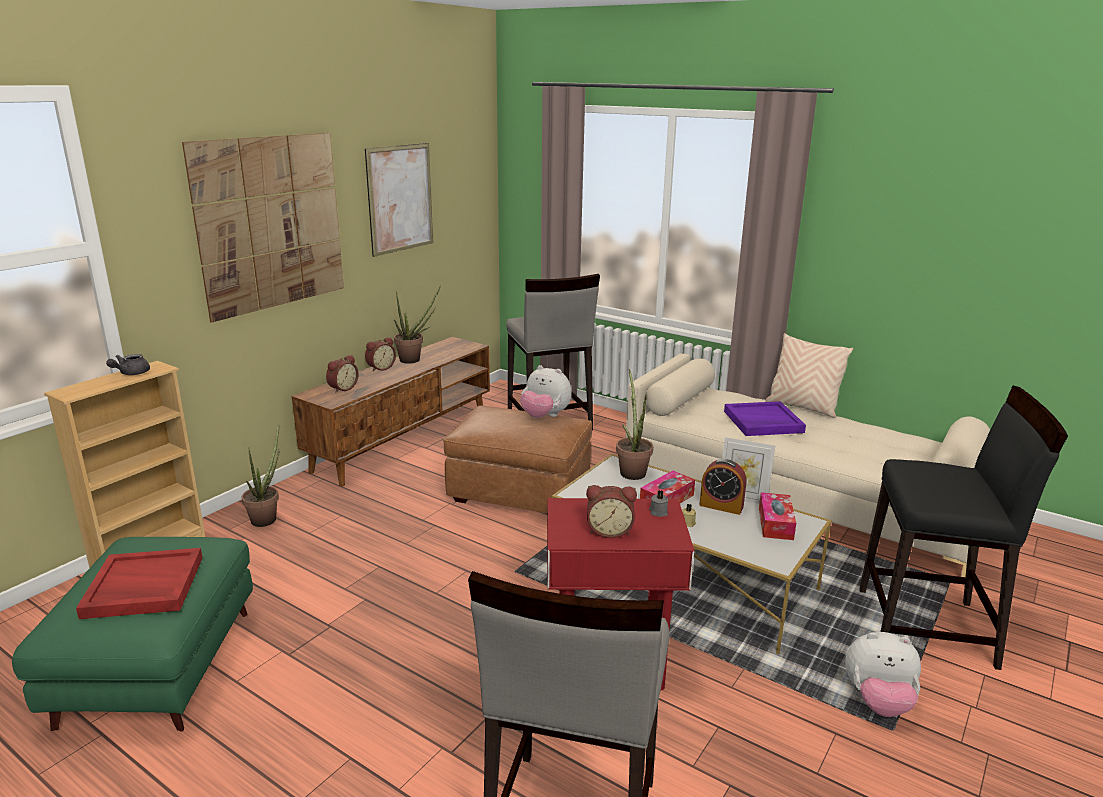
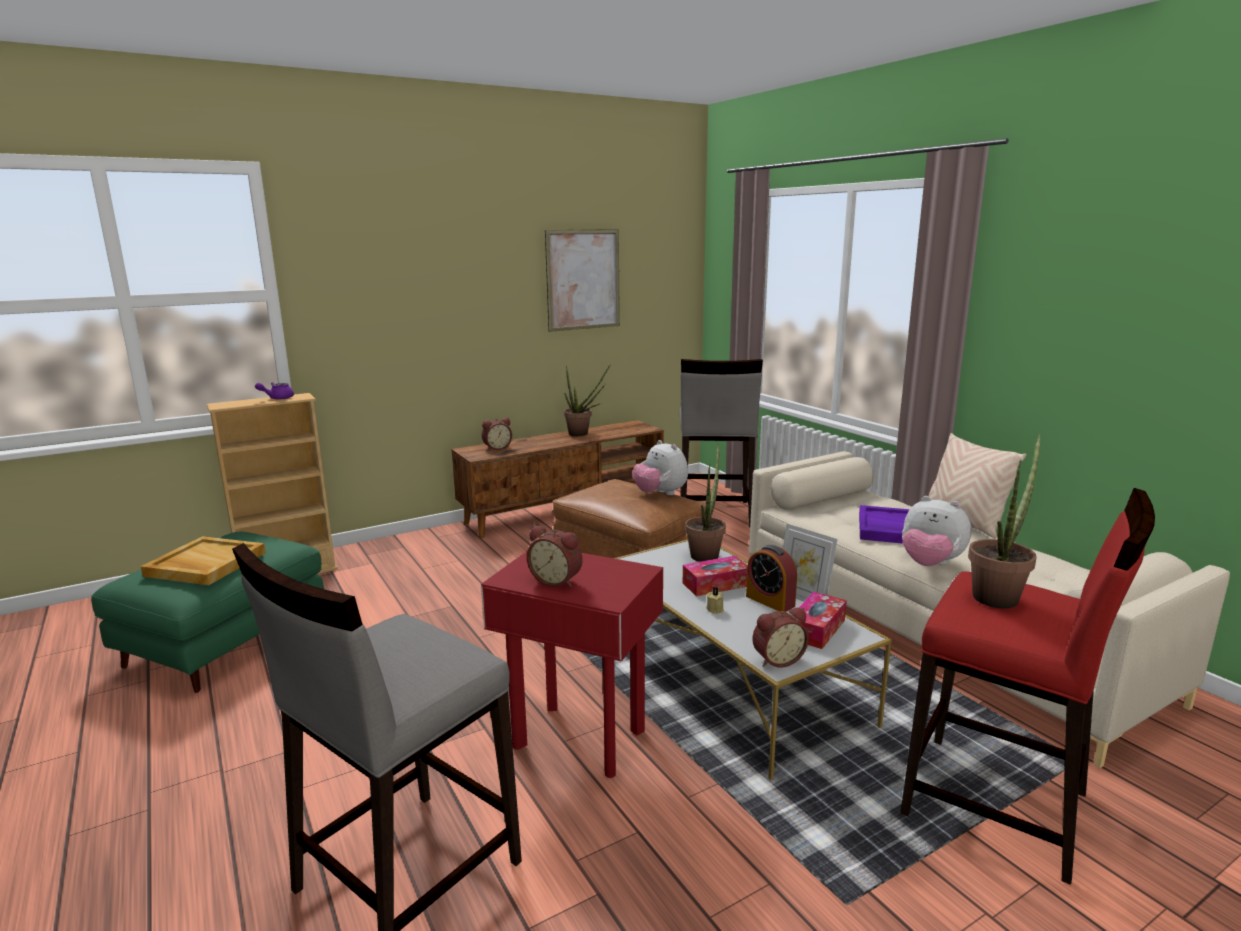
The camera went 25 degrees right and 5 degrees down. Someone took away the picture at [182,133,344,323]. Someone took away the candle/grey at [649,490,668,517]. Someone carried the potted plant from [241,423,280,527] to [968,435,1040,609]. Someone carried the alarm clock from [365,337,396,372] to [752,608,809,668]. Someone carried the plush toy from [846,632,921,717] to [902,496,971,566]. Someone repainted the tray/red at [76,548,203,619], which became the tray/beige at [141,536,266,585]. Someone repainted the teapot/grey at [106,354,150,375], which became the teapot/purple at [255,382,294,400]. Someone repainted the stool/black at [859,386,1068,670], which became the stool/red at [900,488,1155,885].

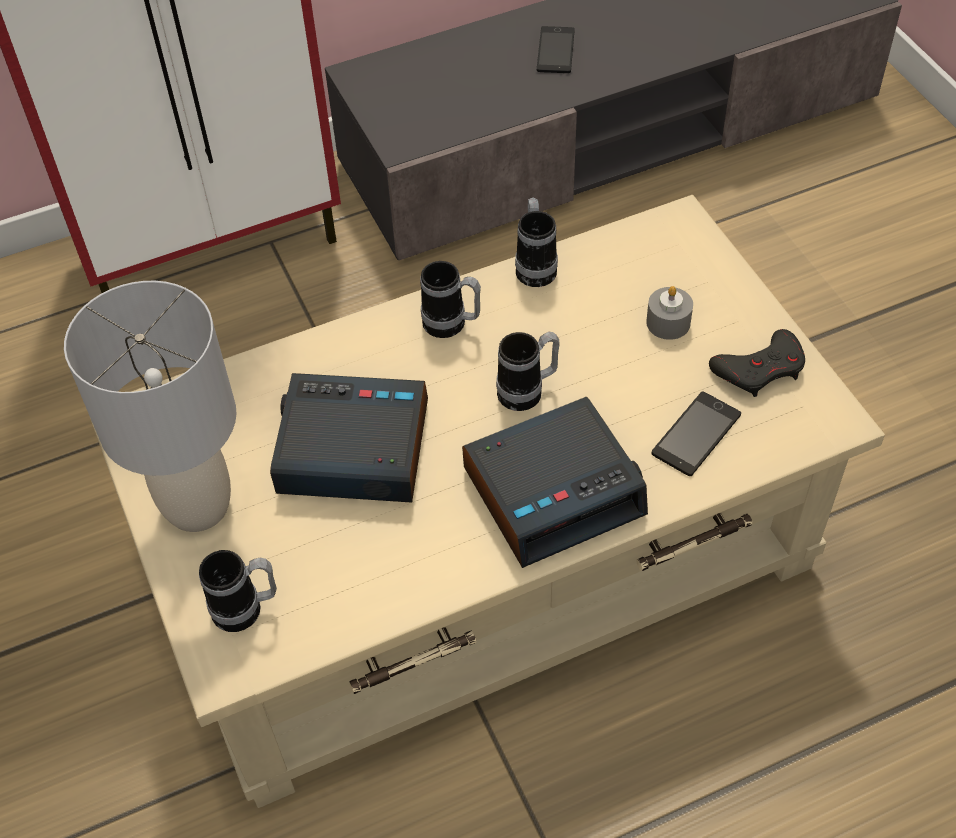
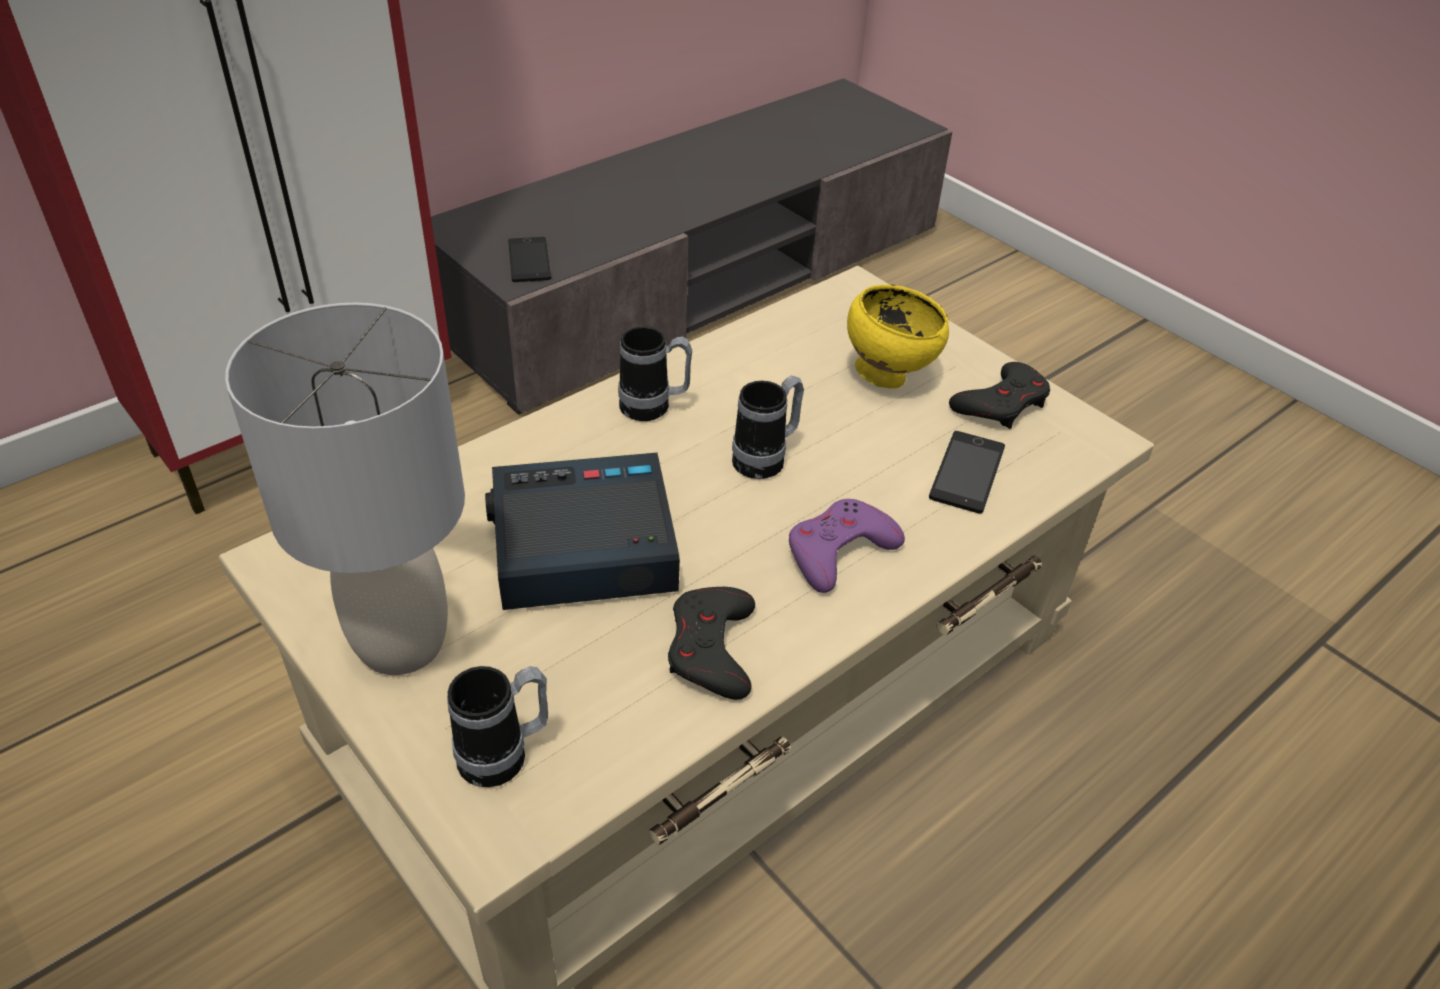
The camera went 20 degrees left and 10 degrees down. Someone took away the mug at [515,198,558,287]. Someone put down the game controller/black at [668,587,755,700]. Someone carried the phone from [537,26,575,73] to [508,237,551,282]. Someone swapped the alarm clock at [462,396,648,568] for the game controller/purple at [789,499,905,593]. Someone swapped the candle/grey at [646,286,693,340] for the bowl/yellow at [847,284,949,389].

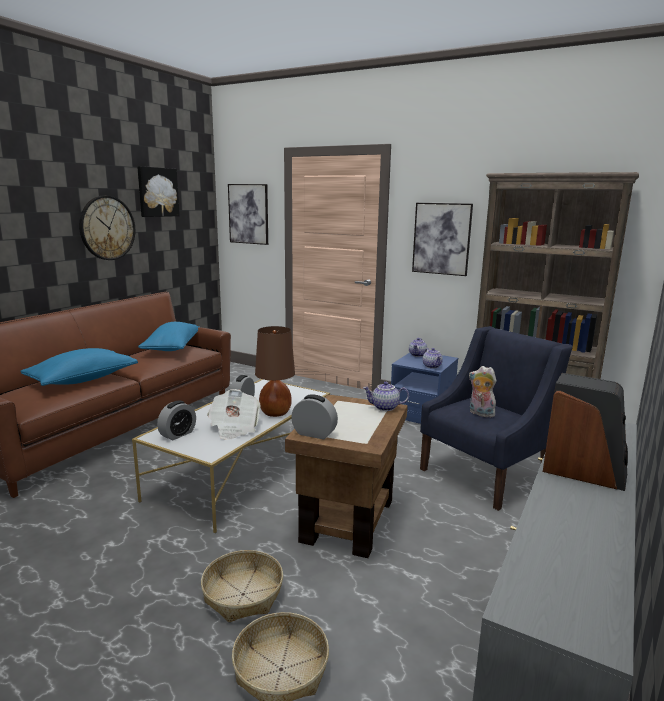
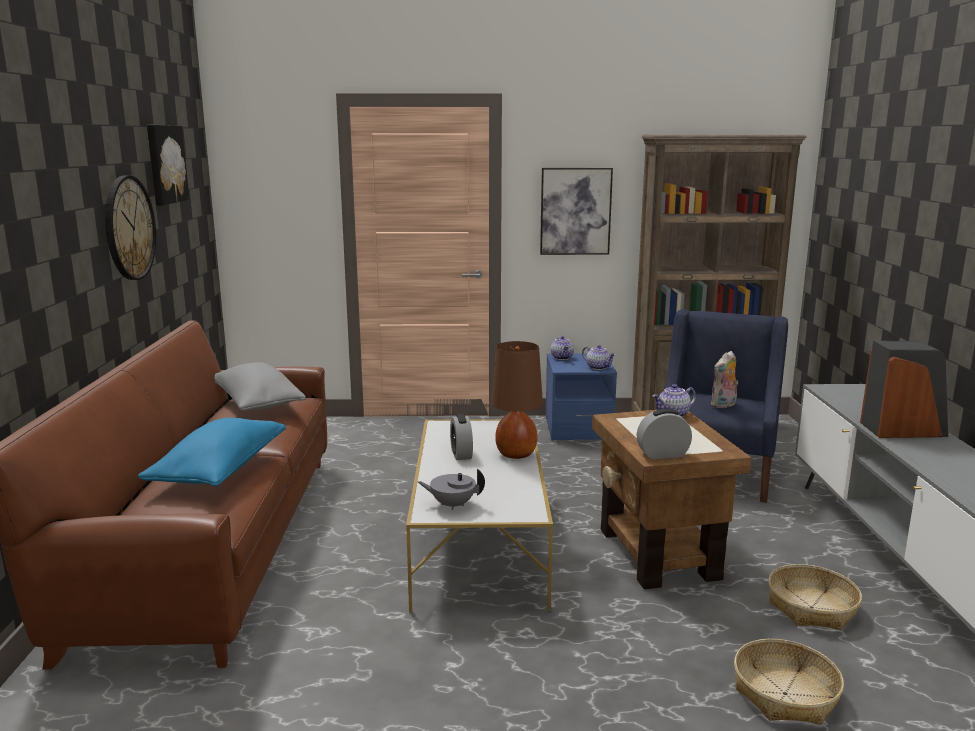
The camera went 30 degrees left and 0 degrees up. Someone took away the newspaper at [207,389,261,440]. Someone took away the picture at [228,184,268,245]. Someone carried the basket from [201,550,283,622] to [768,564,862,630]. Someone swapped the alarm clock at [157,401,196,440] for the teapot/grey at [418,469,485,510]. Someone repainted the pillow/blue at [138,322,199,351], which became the pillow/grey at [215,362,306,411]. Someone rotated the plush toy at [469,366,497,418] by 45 degrees counterclockwise.

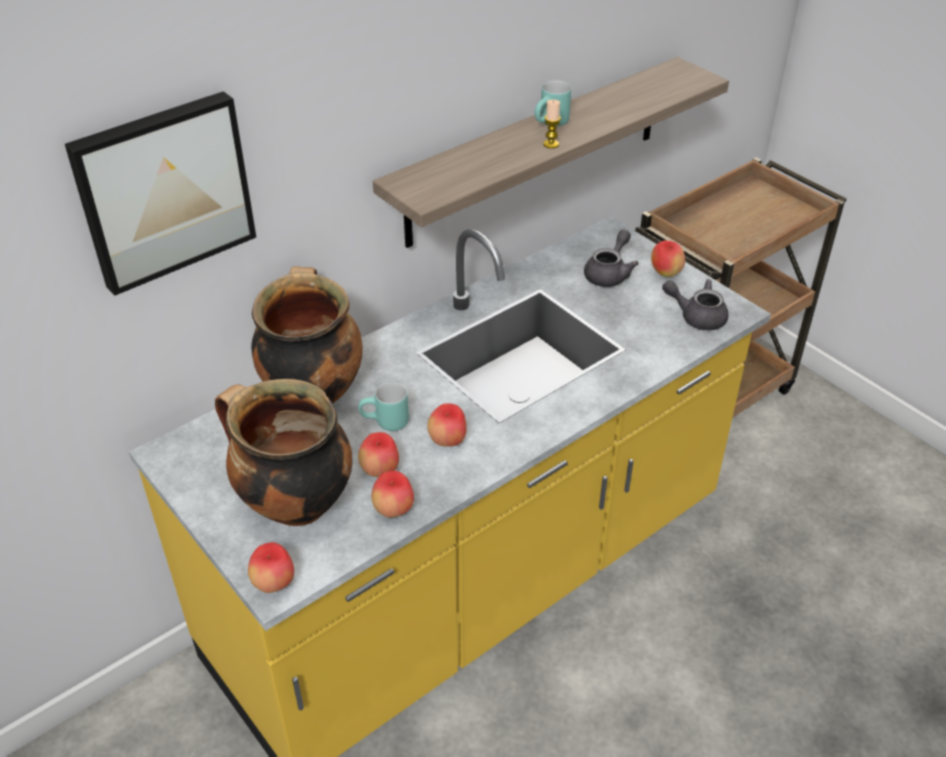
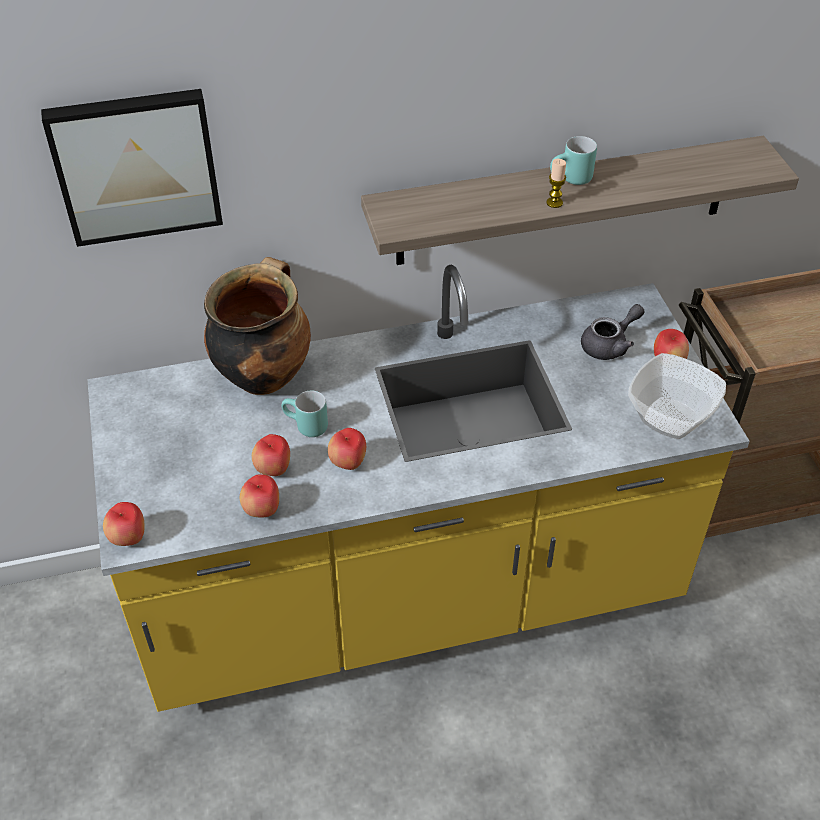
The camera went 25 degrees right and 5 degrees up. Someone took away the cooking pot at [215,379,352,526]. Someone swapped the teapot/grey at [662,279,729,330] for the bowl at [628,353,726,439].

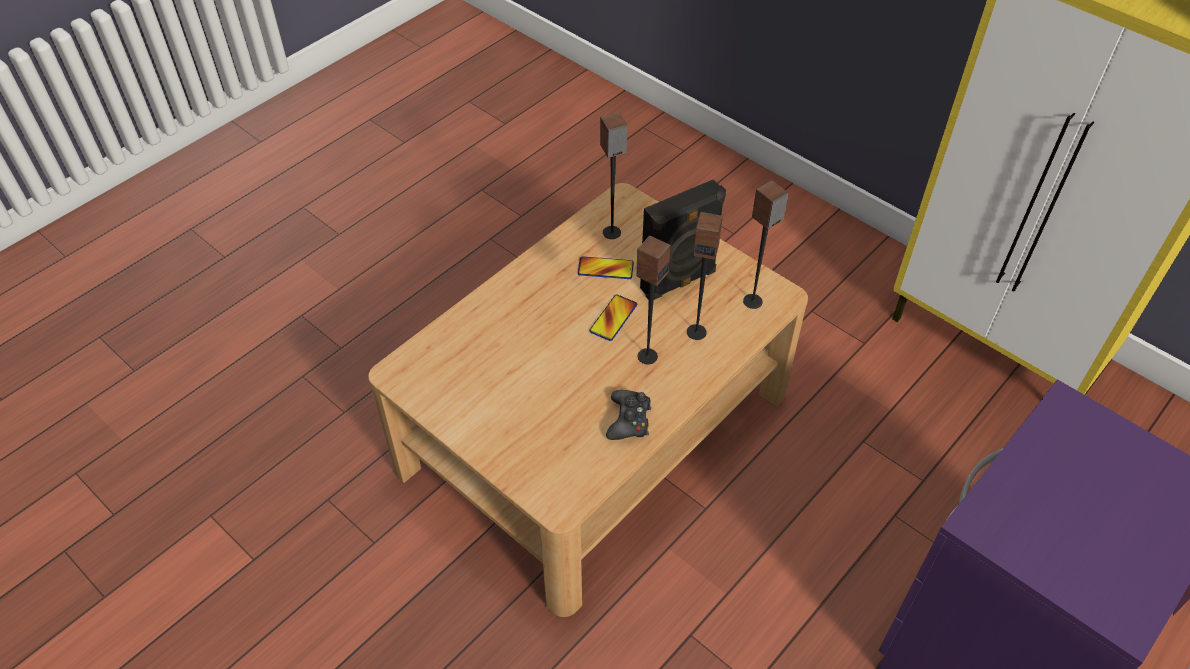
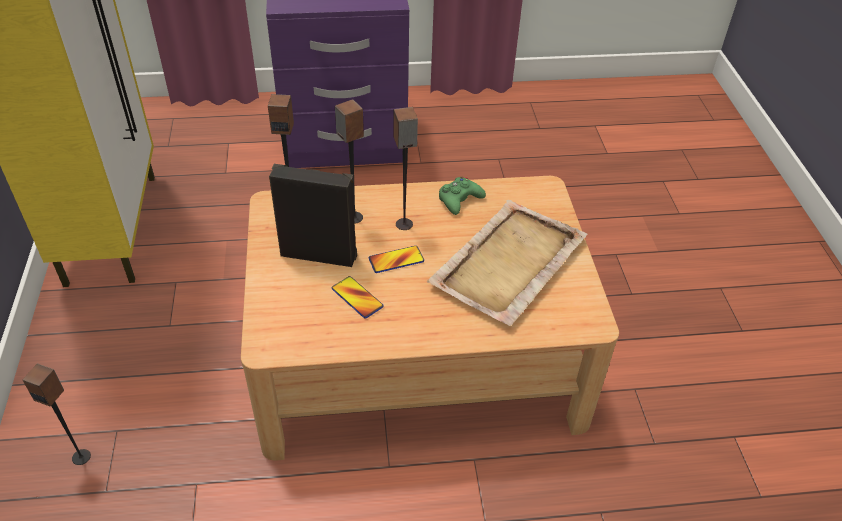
The camera went 140 degrees left and 5 degrees down. Someone put down the tray/beige at [427,200,587,326]. Someone carried the speaker from [600,113,627,239] to [22,363,91,465]. Someone repainted the game controller/black at [606,390,651,440], which became the game controller/green at [439,177,486,215].

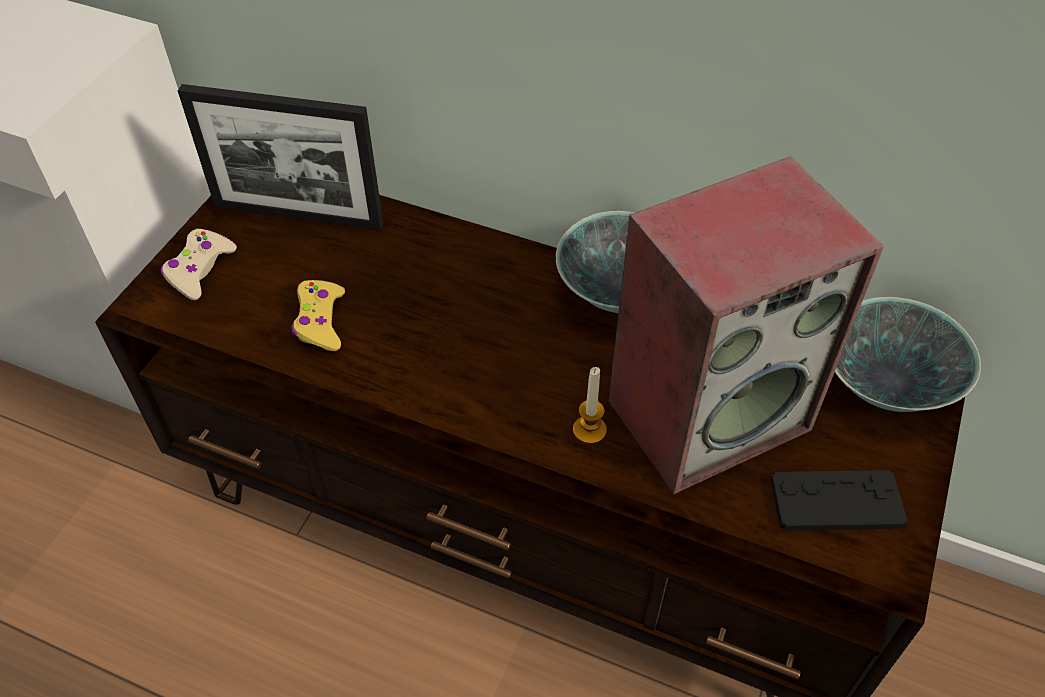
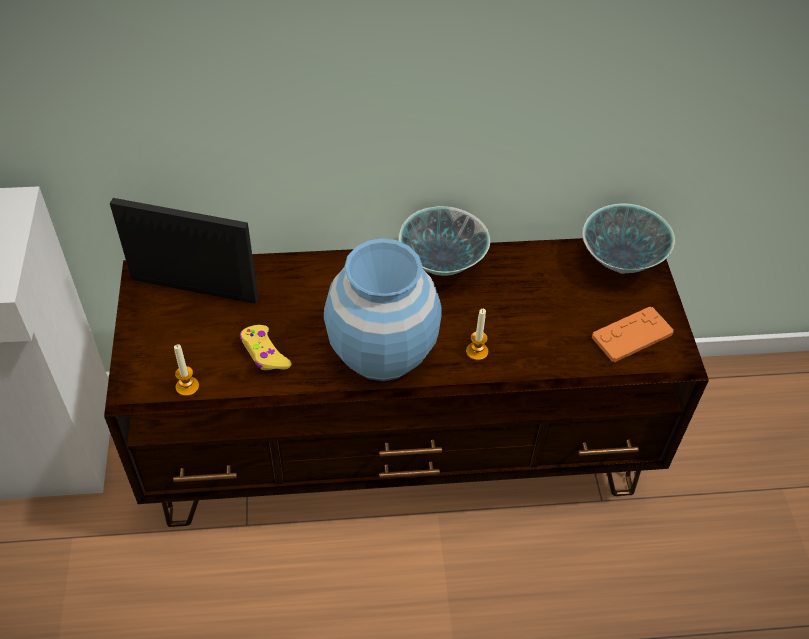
The camera went 30 degrees left and 0 degrees up. Someone took away the game controller/beige at [161,229,237,300]. Someone took away the speaker at [609,156,884,494]. Someone put down the candle at [174,344,199,396]. Someone put down the vase/blue at [324,238,442,381]. Someone repainted the game controller/black at [770,470,908,530], which became the game controller/orange at [592,307,674,362]. Someone rotated the picture frame at [178,84,383,230] by 150 degrees counterclockwise.

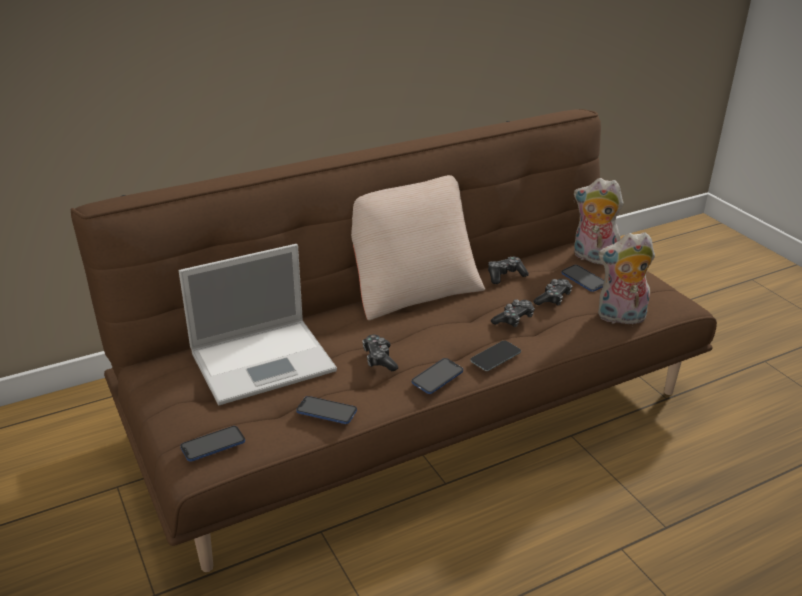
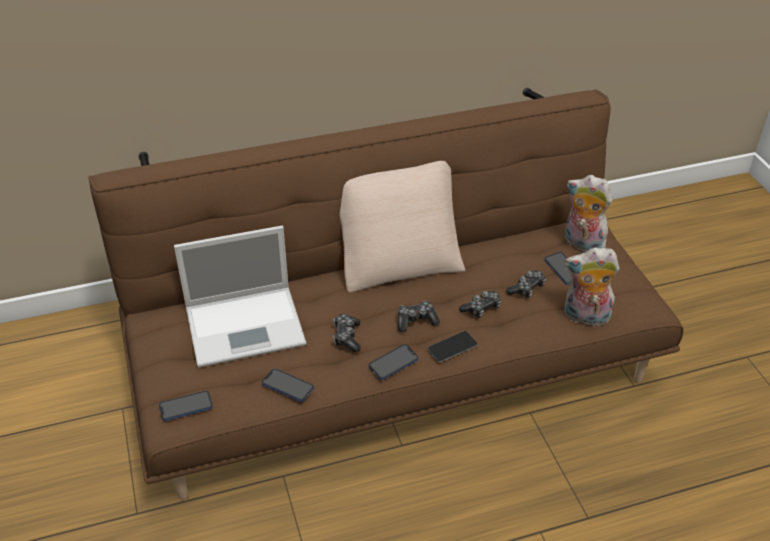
The camera went 10 degrees right and 10 degrees up. Someone carried the game controller from [488,257,529,284] to [398,301,440,332].

